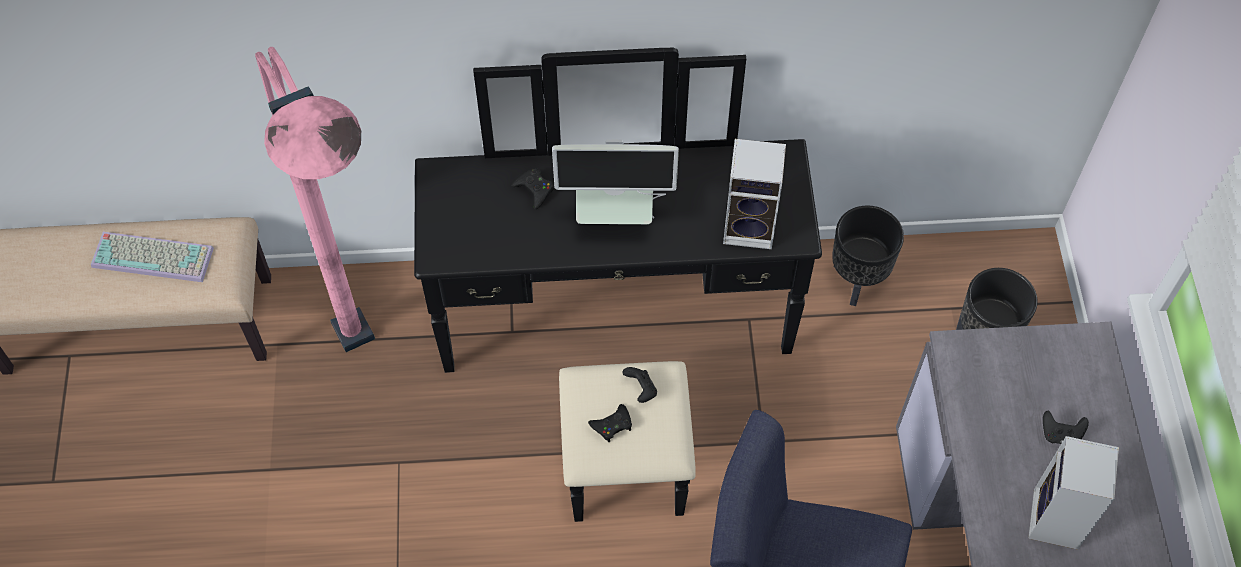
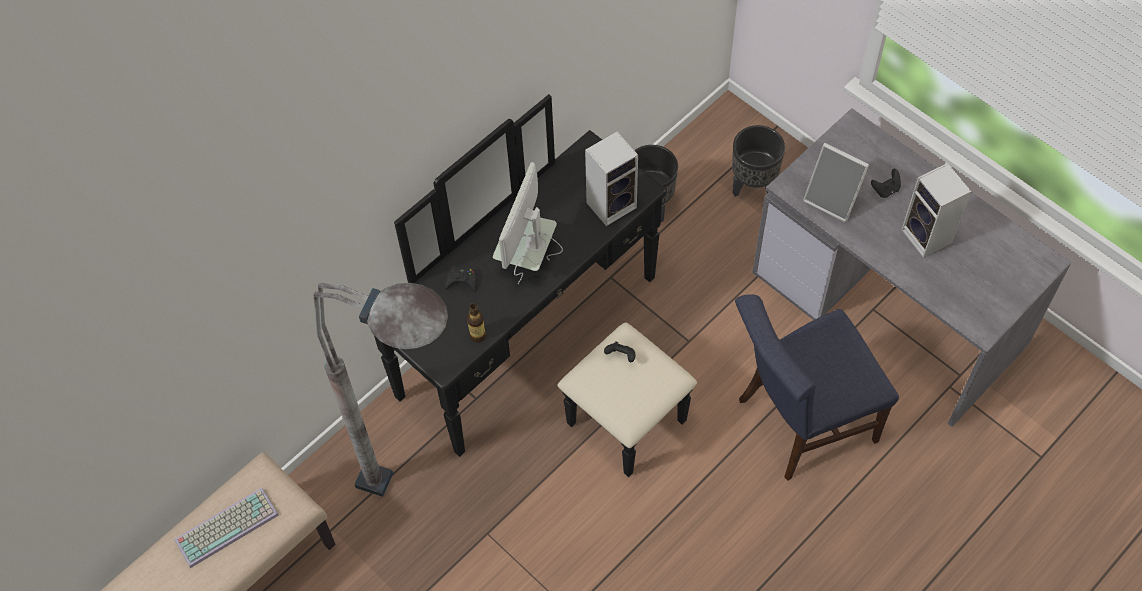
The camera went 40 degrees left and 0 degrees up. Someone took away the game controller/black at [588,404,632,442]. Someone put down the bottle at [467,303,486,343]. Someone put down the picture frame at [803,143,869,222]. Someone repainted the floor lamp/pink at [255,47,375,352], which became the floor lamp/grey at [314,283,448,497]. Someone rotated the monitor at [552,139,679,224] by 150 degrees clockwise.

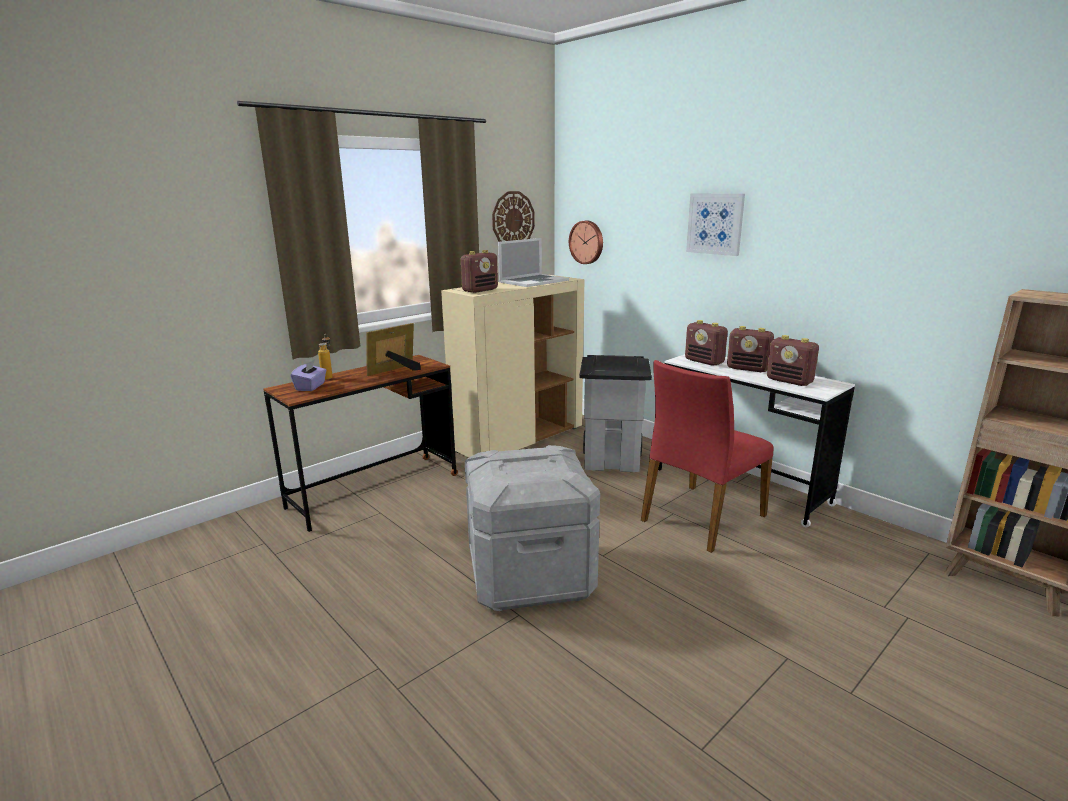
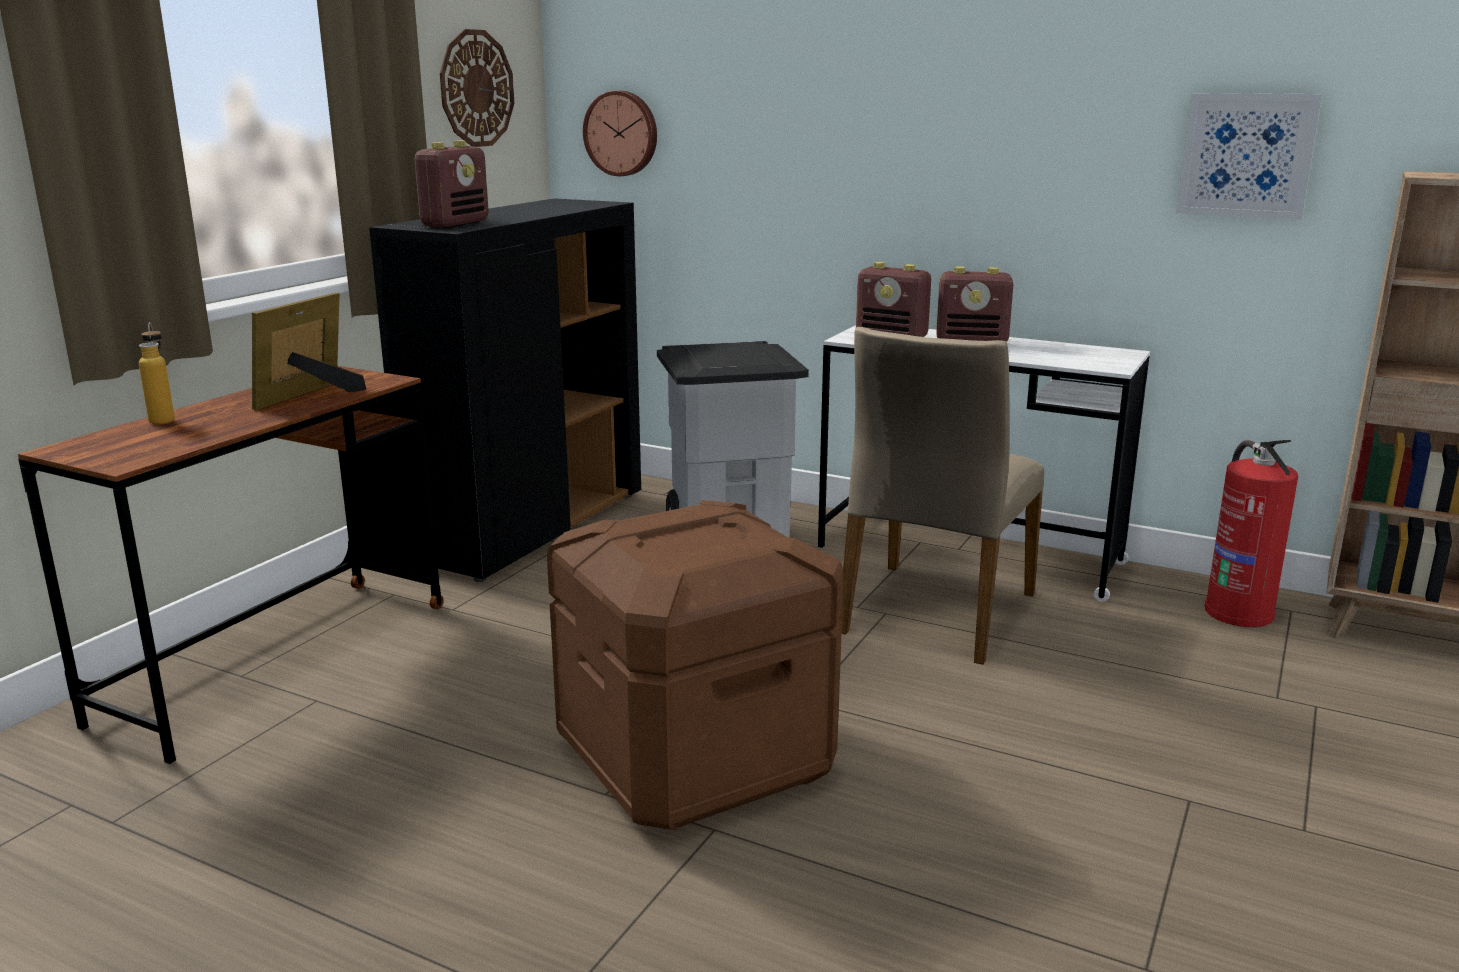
The camera went 20 degrees left and 0 degrees up. Someone took away the tissue box/purple at [291,359,327,391]. Someone took away the laptop at [498,238,569,287]. Someone took away the radio at [767,335,819,386]. Someone put down the fire extinguisher at [1205,440,1298,627]. Someone carried the picture from [686,193,745,256] to [1176,93,1322,220]. Someone repainted the cabinet/beige at [441,275,584,458], which became the cabinet/black at [369,198,641,582]. Someone repainted the storage box/grey at [465,445,600,611], which became the storage box/brown at [547,500,844,830]. Someone repainted the chair/red at [641,360,774,553], which became the chair/beige at [839,327,1044,665].

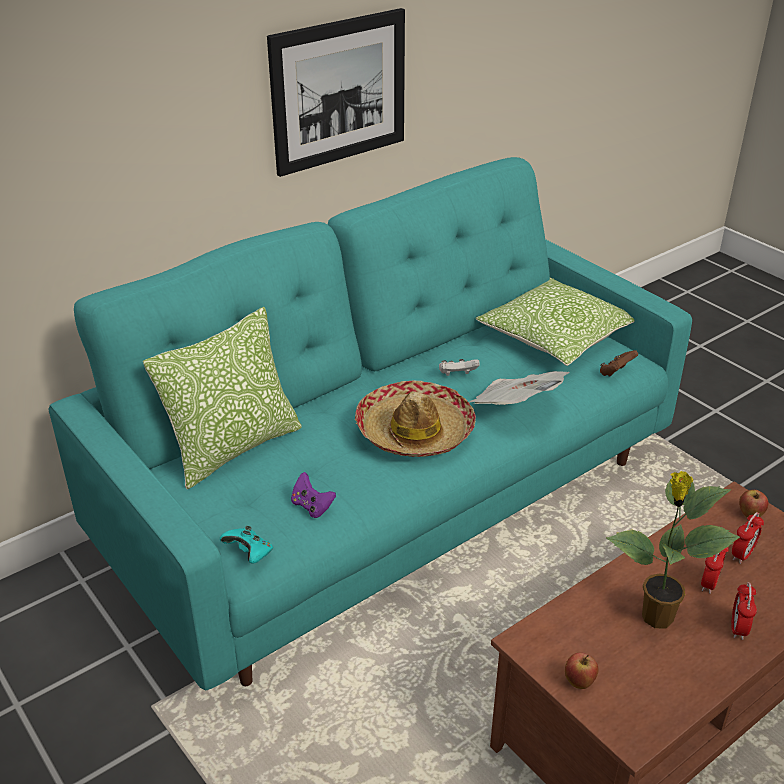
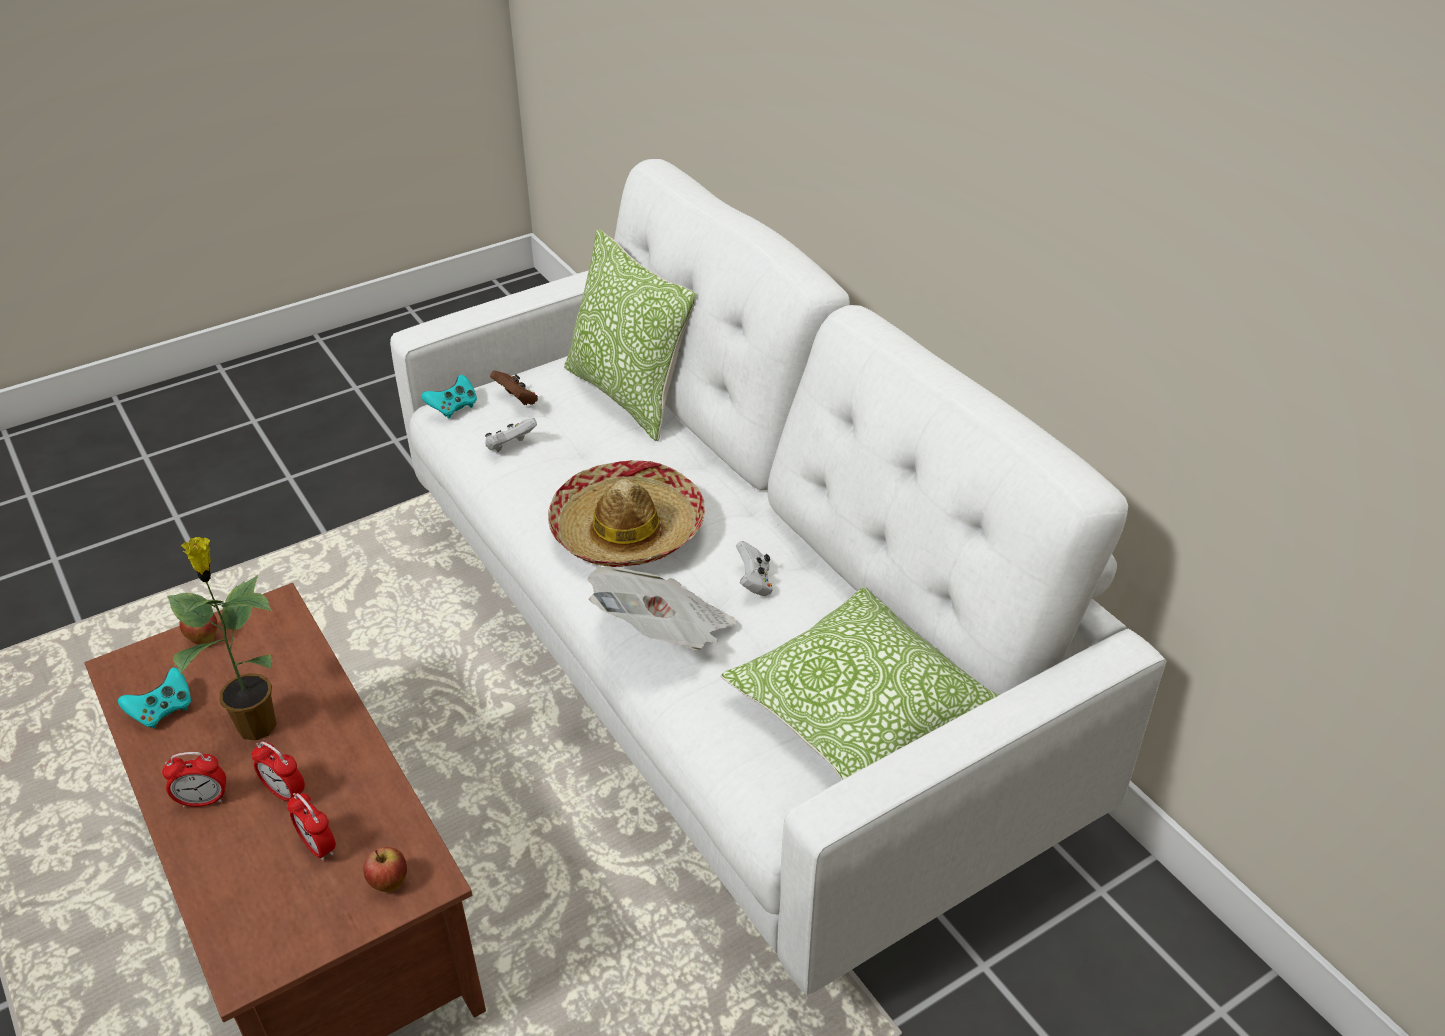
The camera went 95 degrees right and 5 degrees up. Someone took away the picture at [267,8,405,177]. Someone put down the game controller/turquoise at [118,668,191,729]. Someone carried the game controller/brown from [600,350,638,377] to [490,371,538,405]. Someone repainted the sofa/turquoise at [49,157,692,691], which became the sofa/white at [390,159,1166,995]. Someone repainted the game controller/purple at [291,472,336,518], which became the game controller/white at [485,418,537,452]. Someone rotated the alarm clock at [731,582,757,640] by 150 degrees clockwise.

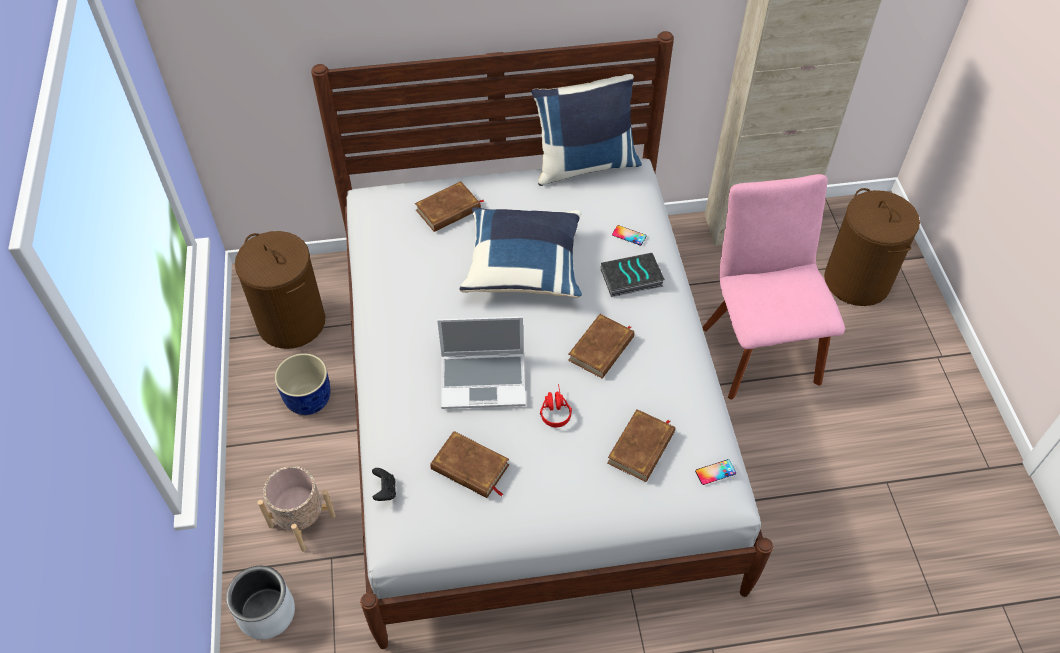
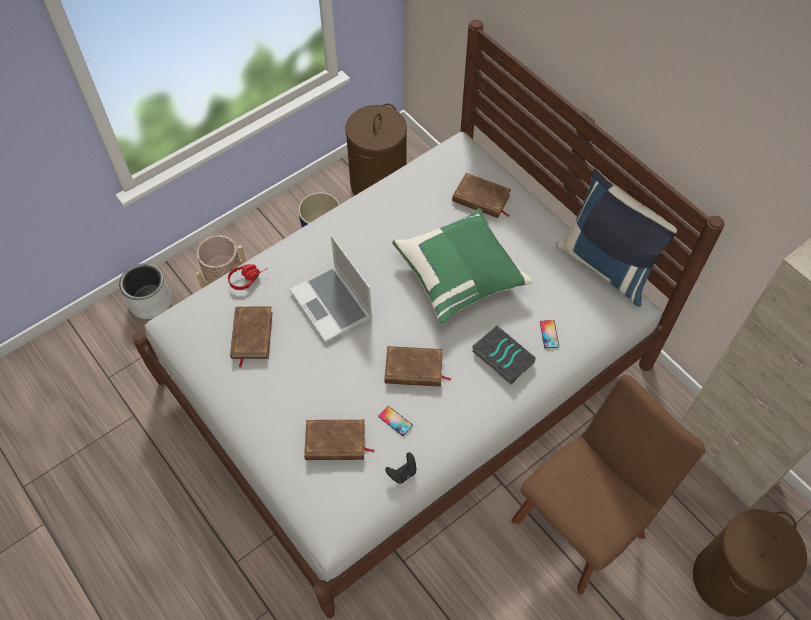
The camera went 60 degrees right and 5 degrees up. Someone carried the game controller/black from [372,468,396,501] to [385,452,417,484]. Someone carried the headphones/red from [540,384,572,427] to [228,264,268,290]. Someone carried the phone from [695,459,736,485] to [378,406,413,436]. Someone repainted the pillow/blue at [460,207,582,298], which became the pillow/green at [392,208,532,325]. Someone repainted the chair/pink at [702,174,845,400], which became the chair/brown at [512,375,705,594].

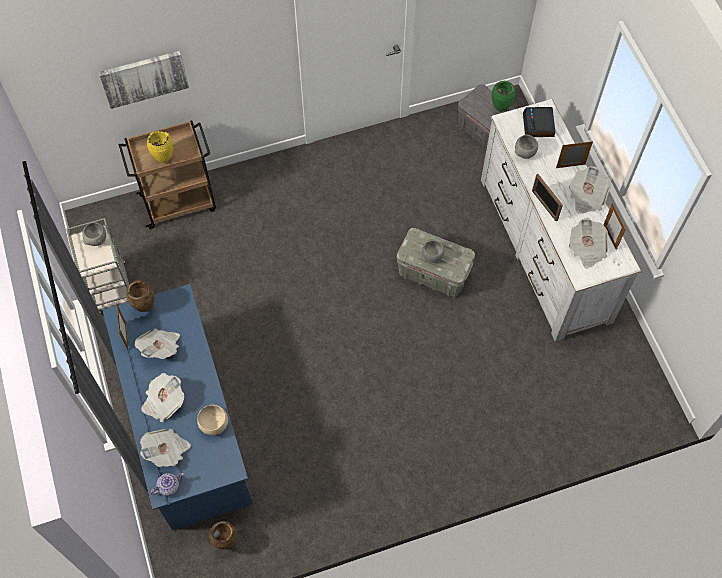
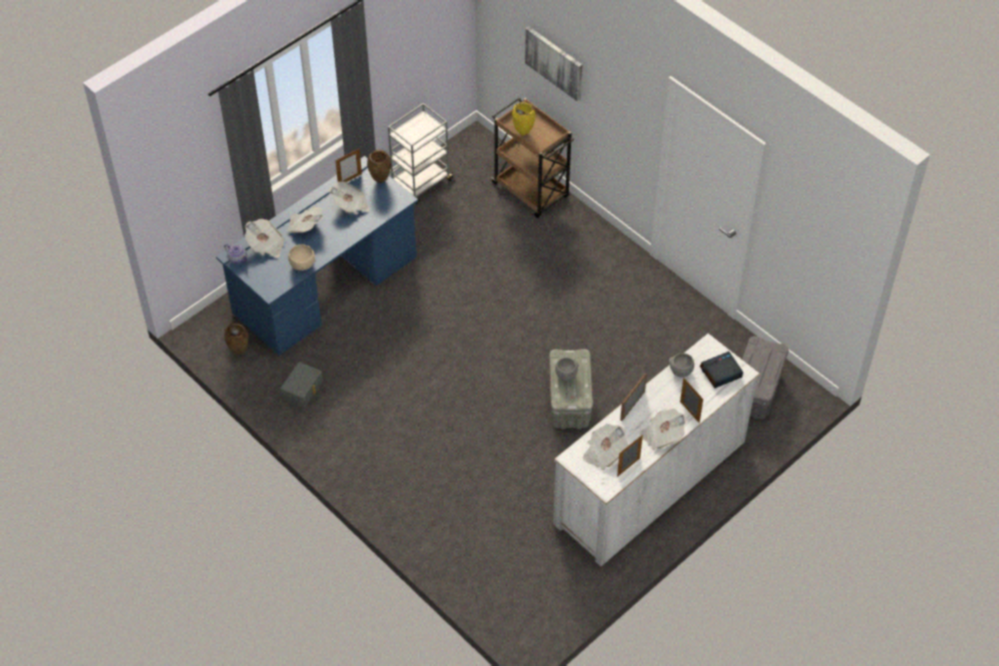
The camera went 65 degrees right and 10 degrees down. Someone took away the bowl/grey at [83,222,106,246]. Someone took away the vase/green at [492,81,515,112]. Someone put down the storage box/grey at [280,362,323,408].

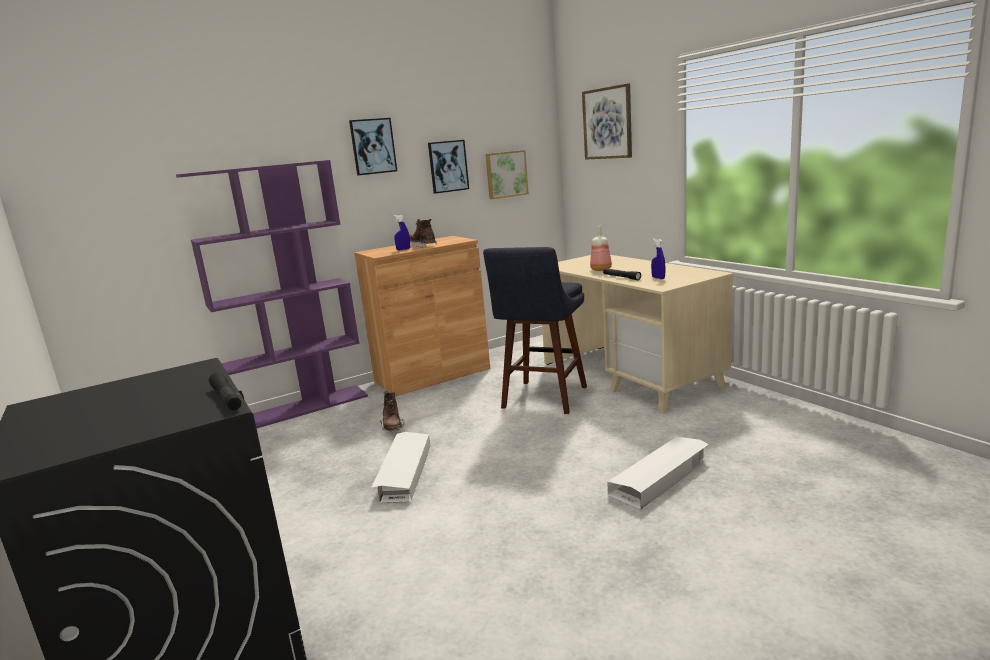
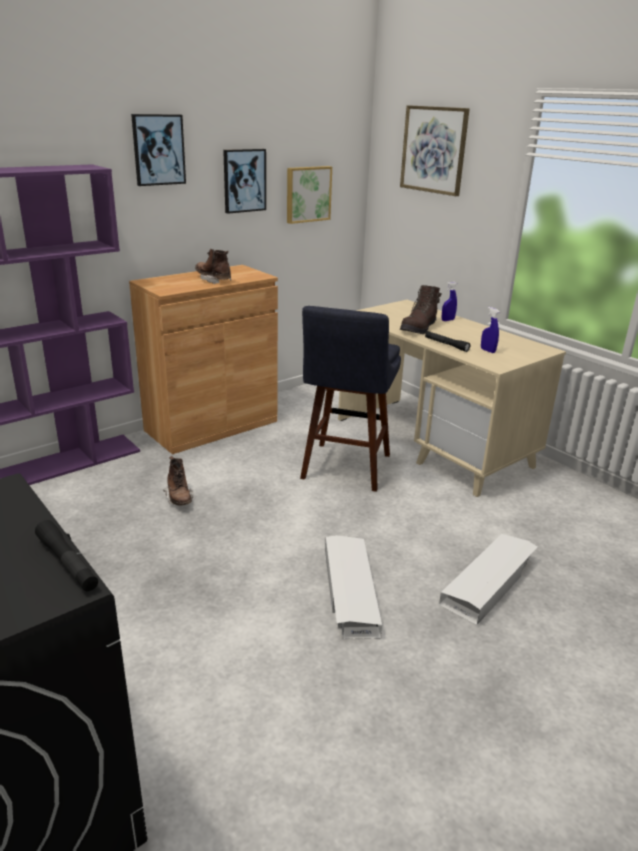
The camera went 10 degrees left and 10 degrees up. Someone carried the storage box/white from [371,432,431,503] to [325,535,382,639]. Someone carried the spray bottle/blue from [393,214,410,250] to [442,282,457,321]. Someone swapped the bottle at [590,226,612,271] for the boot/brown at [400,285,442,334].

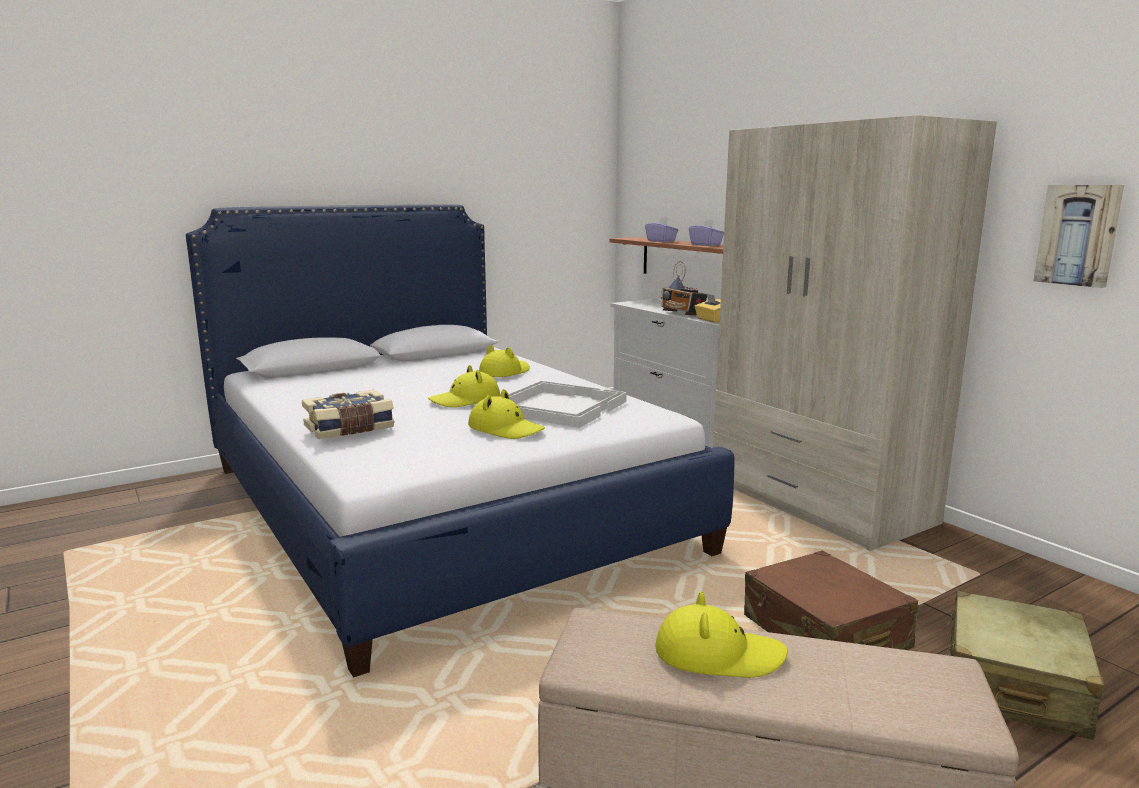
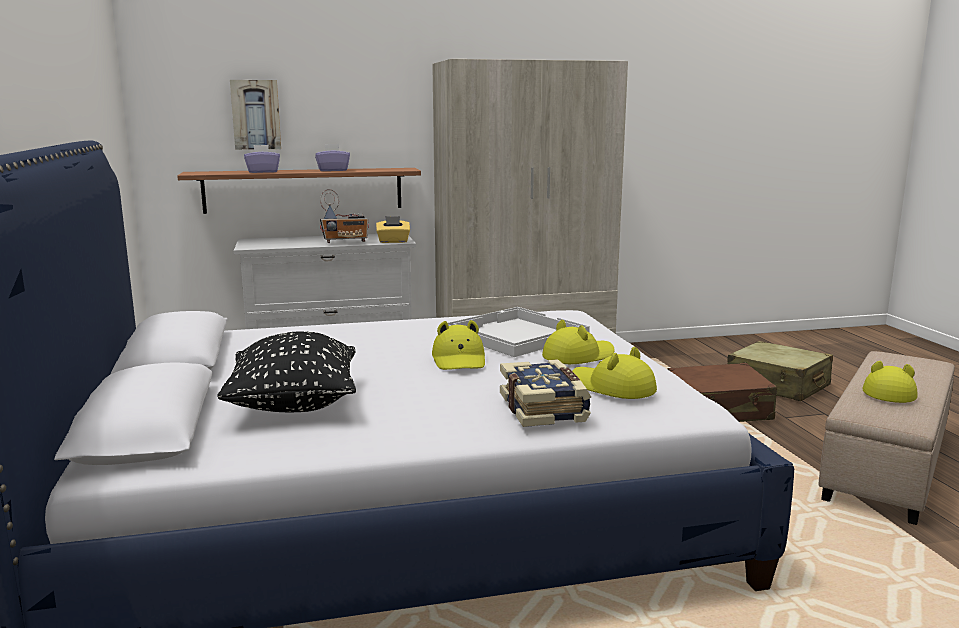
The camera went 70 degrees left and 0 degrees up. Someone put down the pillow/black at [217,331,356,412]. Someone carried the hat/yellow from [479,345,530,377] to [573,347,657,399]. Someone carried the picture from [1033,185,1124,288] to [230,80,281,150].

